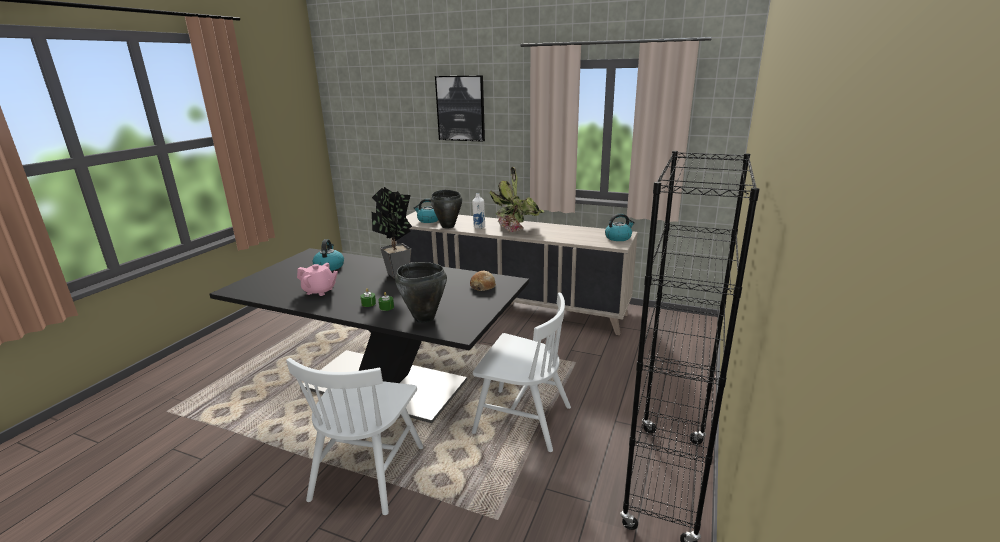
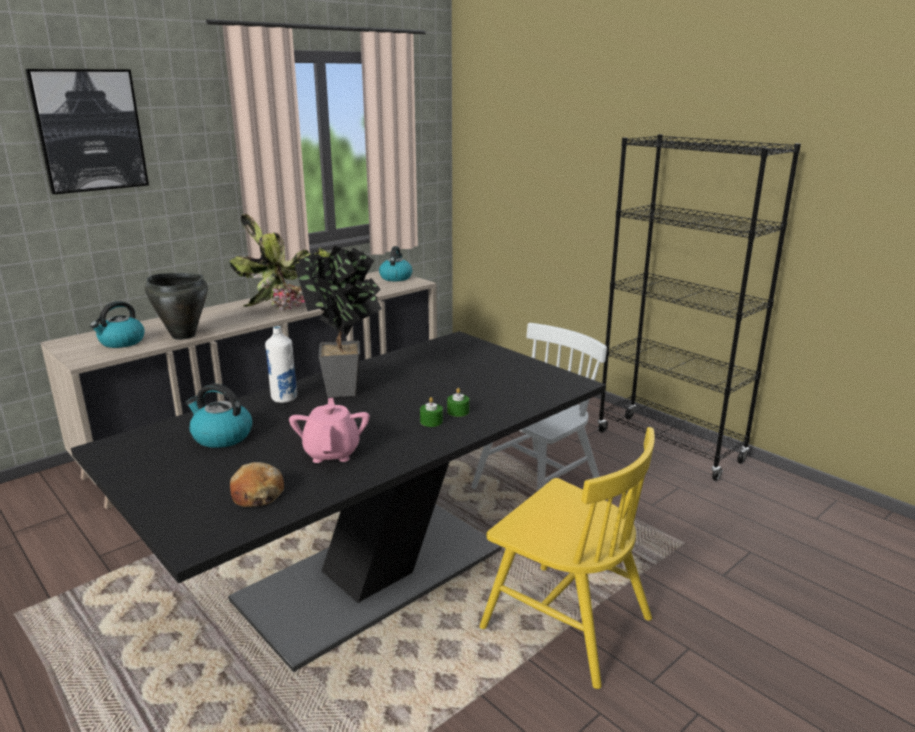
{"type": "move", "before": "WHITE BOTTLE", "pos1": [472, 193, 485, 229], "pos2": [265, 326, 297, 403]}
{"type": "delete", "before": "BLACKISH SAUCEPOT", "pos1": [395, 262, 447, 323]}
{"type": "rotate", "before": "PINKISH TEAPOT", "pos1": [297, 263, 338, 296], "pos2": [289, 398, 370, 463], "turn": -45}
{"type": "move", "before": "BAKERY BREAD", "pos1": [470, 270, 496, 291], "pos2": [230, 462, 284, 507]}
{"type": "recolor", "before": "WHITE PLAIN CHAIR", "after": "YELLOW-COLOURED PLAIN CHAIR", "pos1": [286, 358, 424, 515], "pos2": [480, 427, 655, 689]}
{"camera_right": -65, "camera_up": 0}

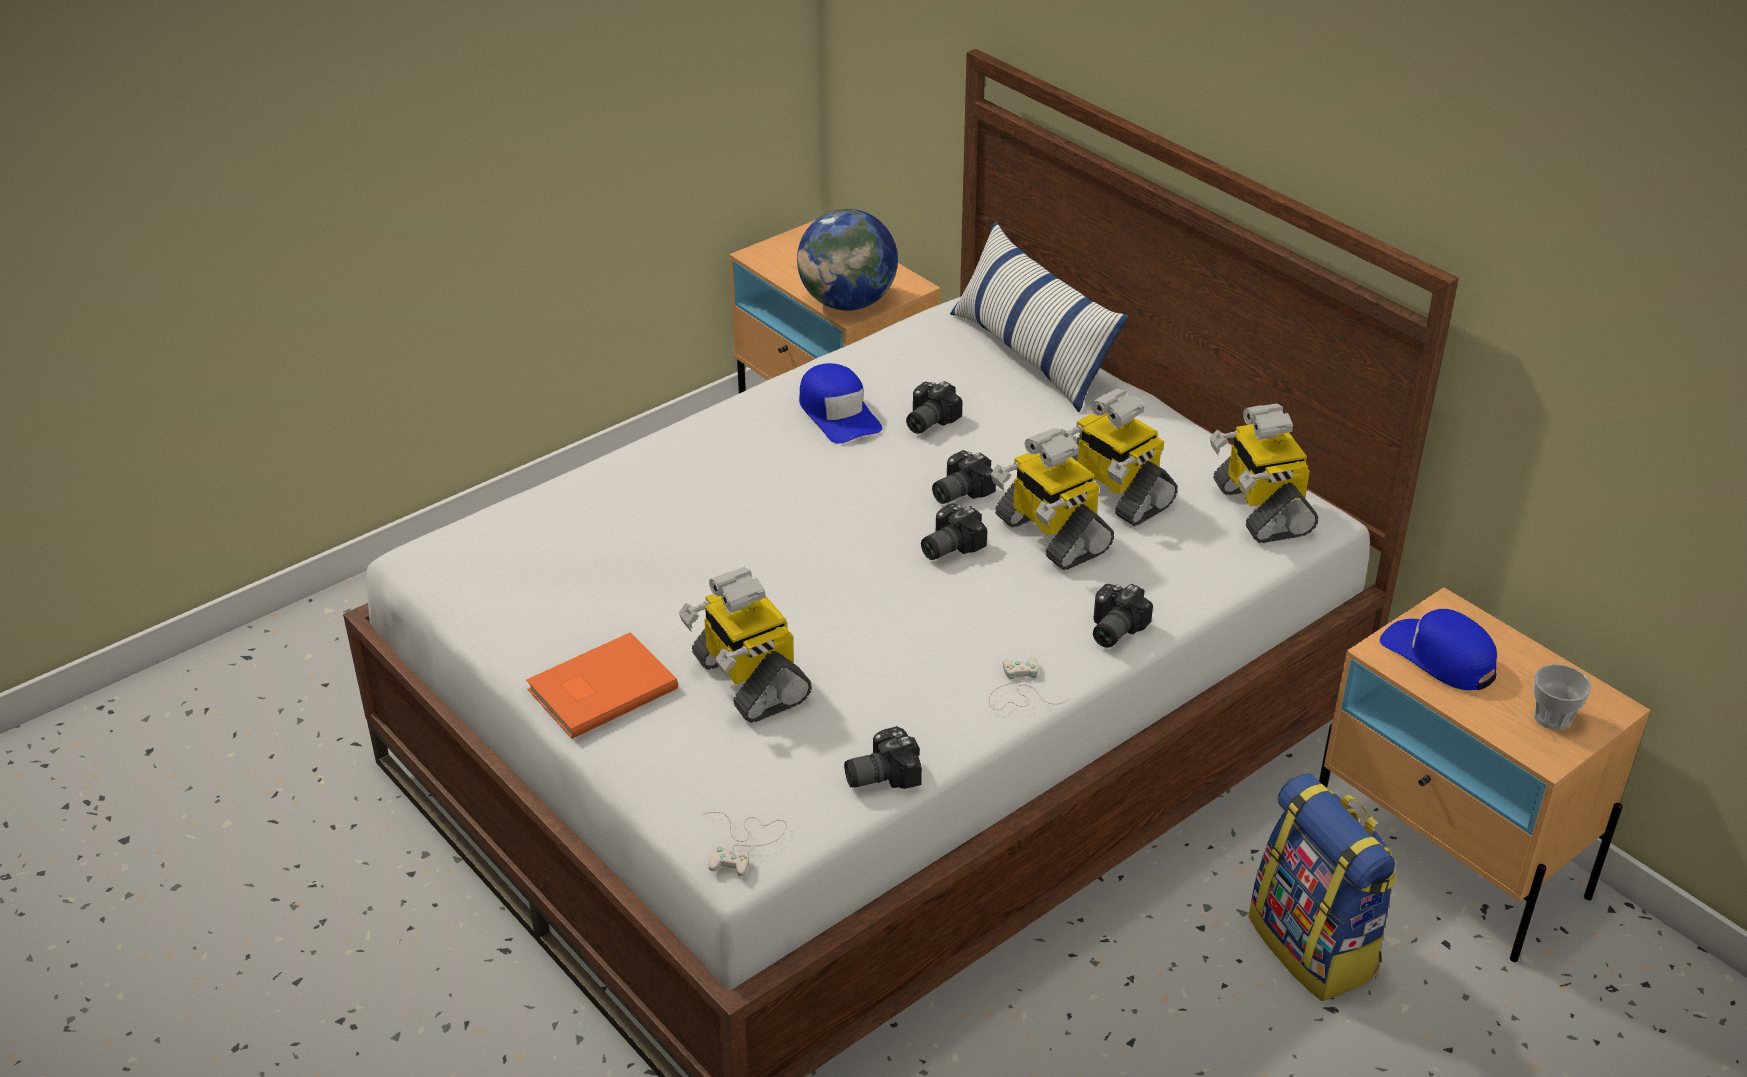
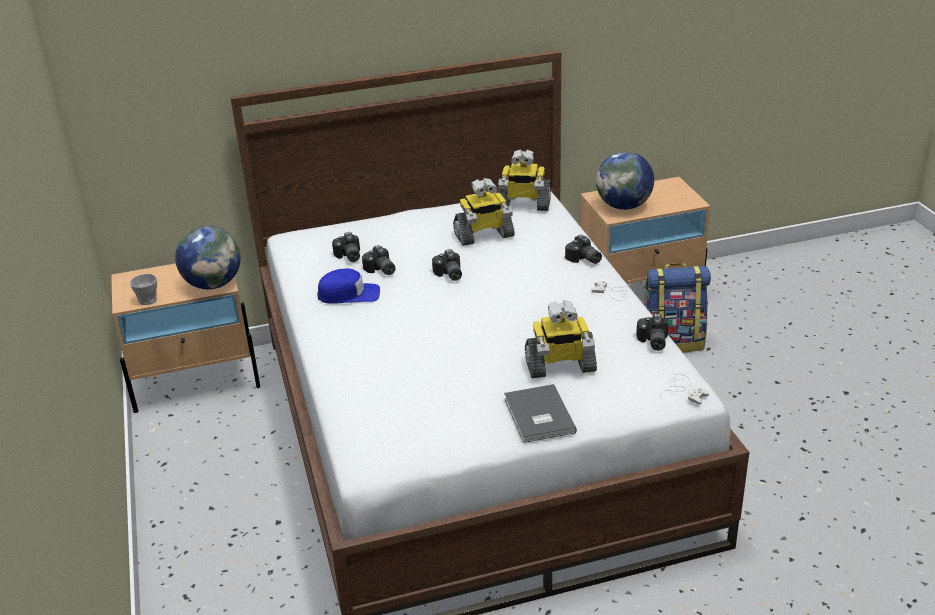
{"type": "delete", "before": "THROW PILLOW", "pos1": [950, 222, 1129, 412]}
{"type": "delete", "before": "MODEL ROBOT", "pos1": [991, 428, 1114, 570]}
{"type": "move", "before": "PHOTO CAMERA", "pos1": [921, 503, 987, 560], "pos2": [332, 232, 360, 262]}
{"type": "replace", "before": "BLUE PEAKED CAP", "after": "GLOBE", "pos1": [1380, 609, 1497, 690], "pos2": [596, 152, 654, 210]}
{"type": "recolor", "before": "ORANGE BOUND BOOK", "after": "GRAY BOUND BOOK", "pos1": [526, 632, 678, 739], "pos2": [504, 384, 577, 443]}
{"type": "move", "before": "CUP", "pos1": [1533, 664, 1592, 730], "pos2": [130, 274, 157, 305]}
{"camera_right": -65, "camera_up": -5}

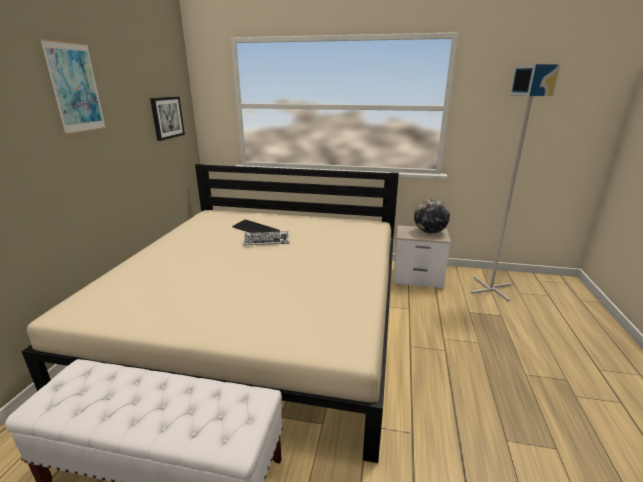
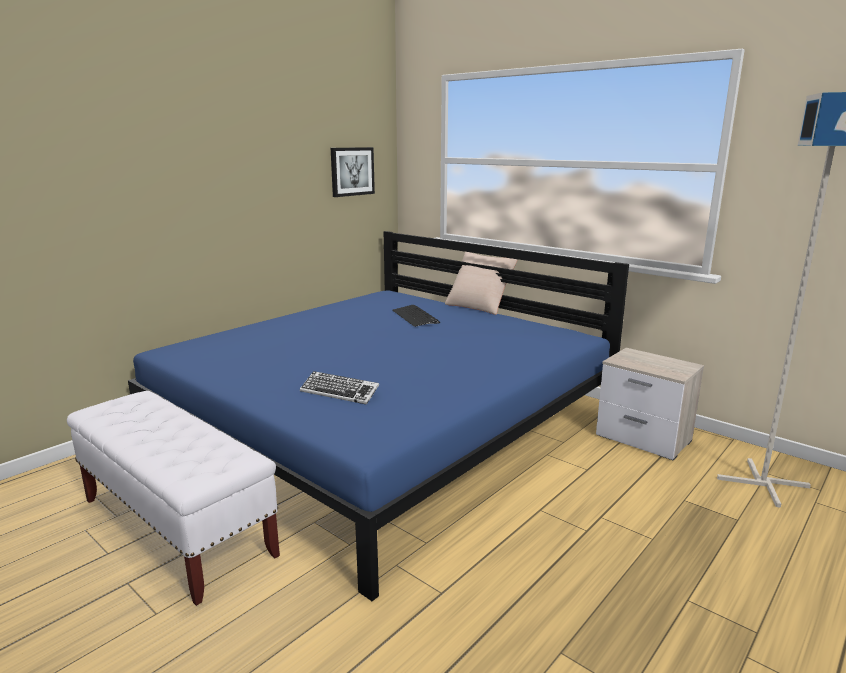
{"type": "delete", "before": "PICTURE", "pos1": [39, 38, 106, 135]}
{"type": "recolor", "before": "BEIGE-COLOURED SLEEPING BED", "after": "BLUE SLEEPING BED", "pos1": [22, 164, 399, 463], "pos2": [128, 231, 629, 601]}
{"type": "delete", "before": "GLOBE", "pos1": [414, 199, 450, 234]}
{"type": "move", "before": "COMPUTER KEYBOARD", "pos1": [244, 231, 290, 245], "pos2": [300, 371, 379, 405]}
{"type": "insert", "after": "BEIGE-COLOURED THROW PILLOW", "pos2": [445, 252, 518, 315]}
{"camera_right": 30, "camera_up": -5}

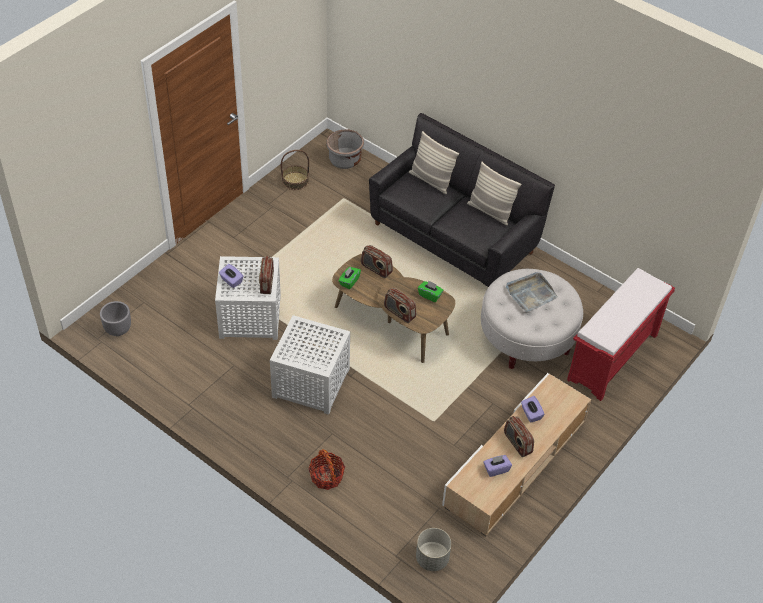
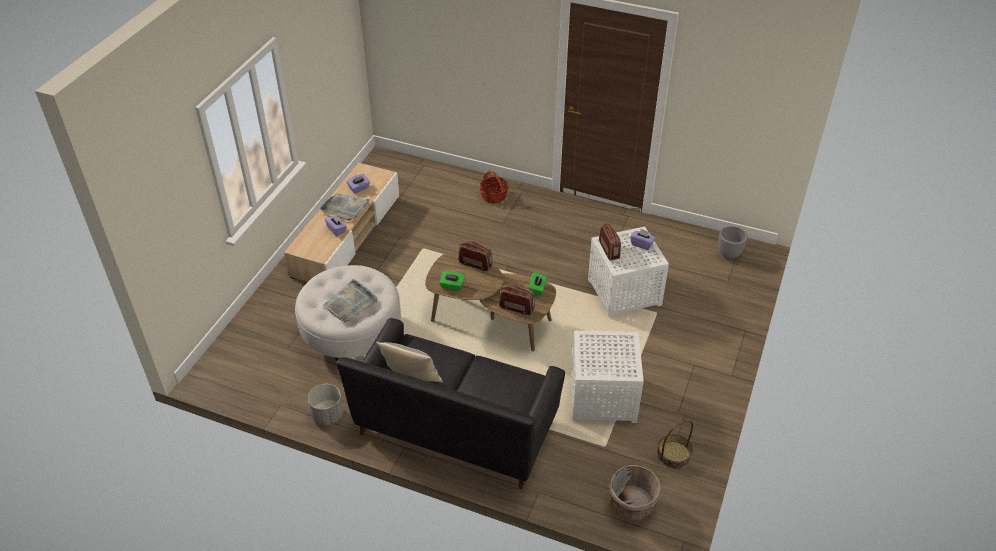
{"type": "delete", "before": "THROW PILLOW", "pos1": [409, 131, 459, 194]}
{"type": "delete", "before": "RED INDOOR BENCH", "pos1": [567, 268, 675, 401]}
{"type": "move", "before": "WHITE SIDE TABLE", "pos1": [270, 315, 350, 415], "pos2": [571, 331, 644, 423]}
{"type": "replace", "before": "RADIO SET", "after": "GRAY CARRYING TRAY", "pos1": [504, 416, 534, 457], "pos2": [320, 193, 371, 221]}
{"type": "move", "before": "GRAY PLANTER", "pos1": [416, 528, 451, 571], "pos2": [308, 384, 343, 425]}
{"camera_right": 165, "camera_up": -5}

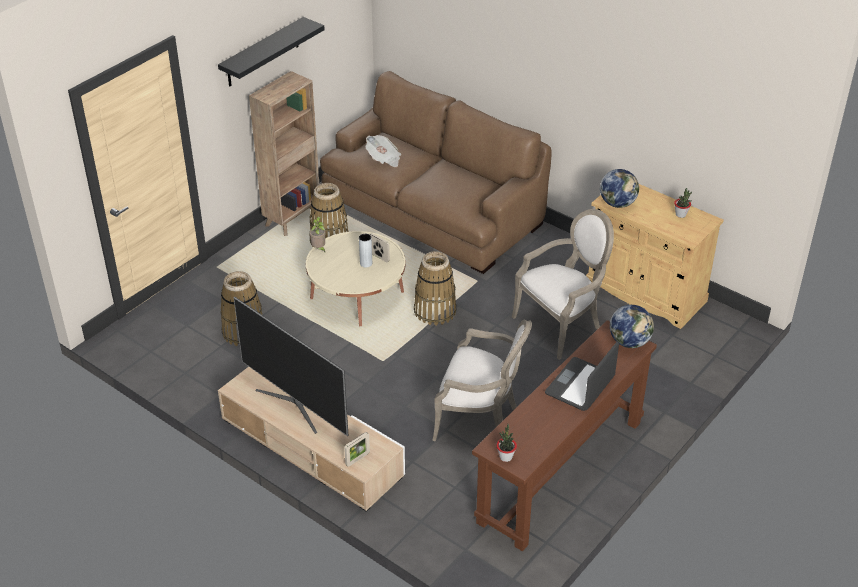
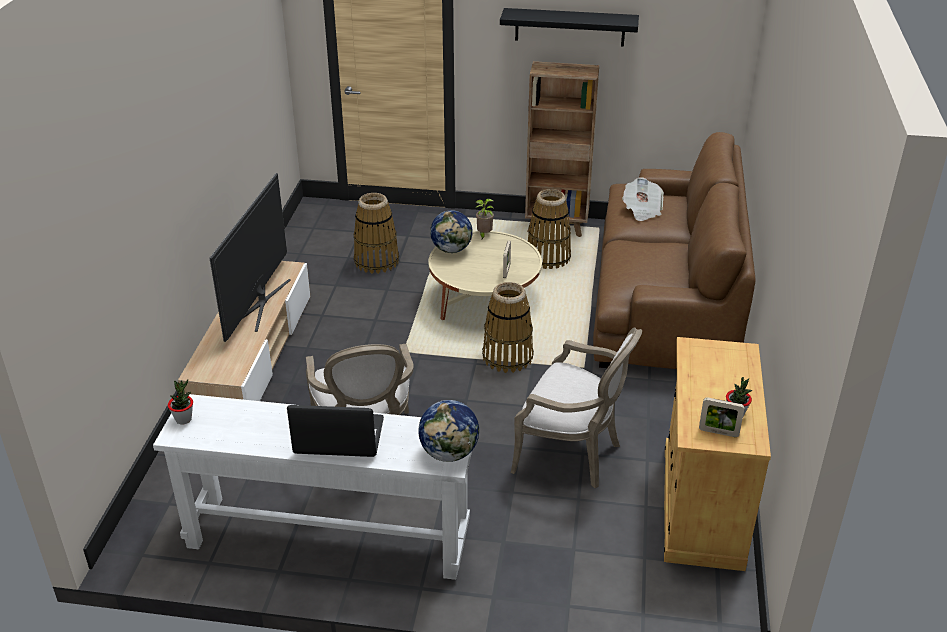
{"type": "move", "before": "GLOBE", "pos1": [600, 169, 639, 208], "pos2": [430, 210, 473, 253]}
{"type": "delete", "before": "GRAY DECORATIVE VASE", "pos1": [359, 234, 372, 268]}
{"type": "recolor", "before": "BROWN-COLOURED NARROW TABLE", "after": "WHITE NARROW TABLE", "pos1": [472, 320, 657, 551], "pos2": [153, 394, 472, 580]}
{"type": "move", "before": "PHOTO FRAME", "pos1": [344, 432, 370, 467], "pos2": [699, 397, 745, 437]}
{"camera_right": 60, "camera_up": -5}

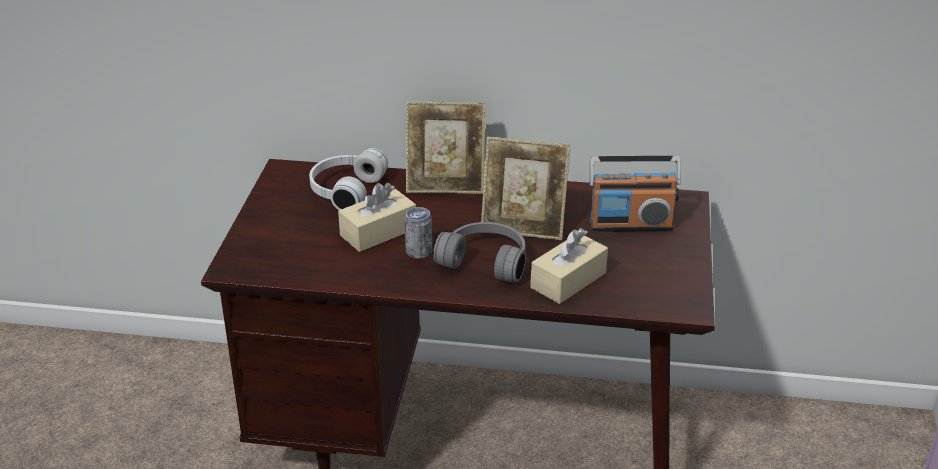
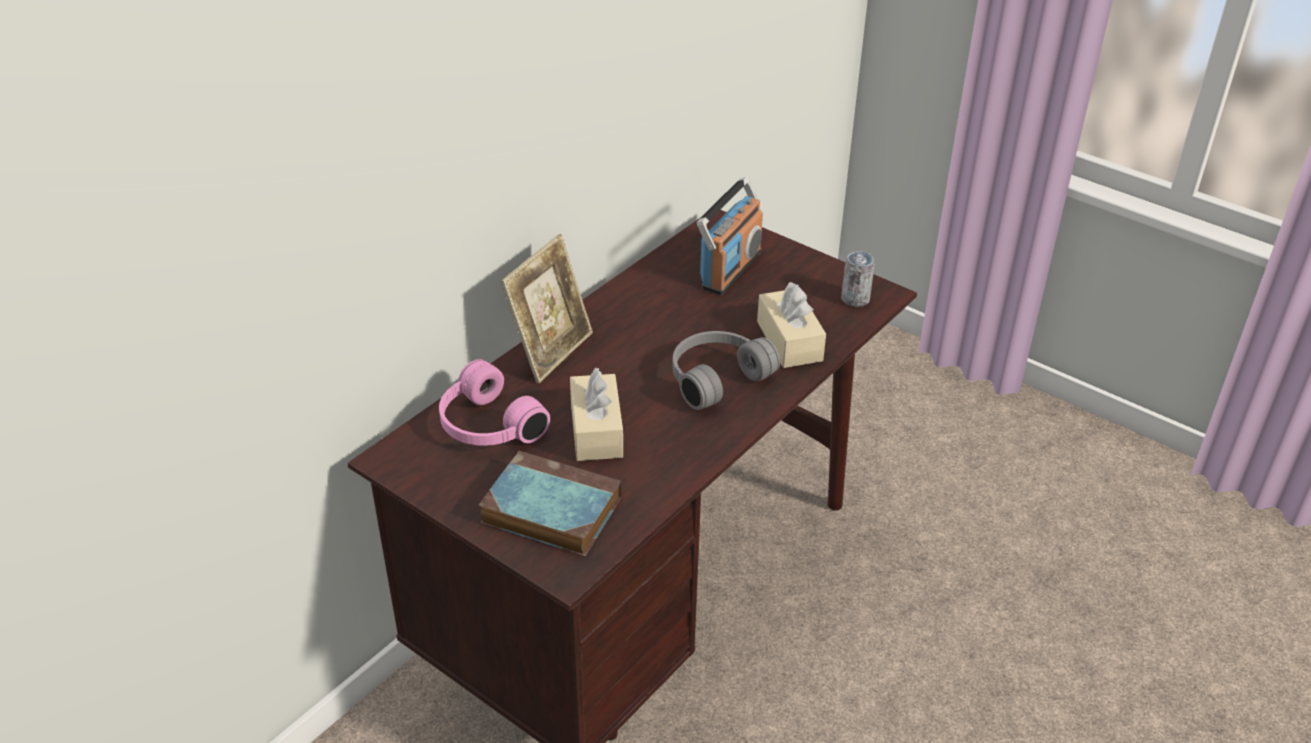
{"type": "delete", "before": "PHOTO FRAME", "pos1": [481, 137, 571, 240]}
{"type": "recolor", "before": "WHITE PAIR OF HEADPHONES", "after": "PINKISH PAIR OF HEADPHONES", "pos1": [309, 148, 388, 210], "pos2": [439, 359, 550, 446]}
{"type": "move", "before": "SEALED CAN", "pos1": [405, 207, 432, 259], "pos2": [841, 251, 875, 307]}
{"type": "insert", "after": "BOUND BOOK", "pos2": [479, 451, 622, 556]}
{"camera_right": -60, "camera_up": 5}

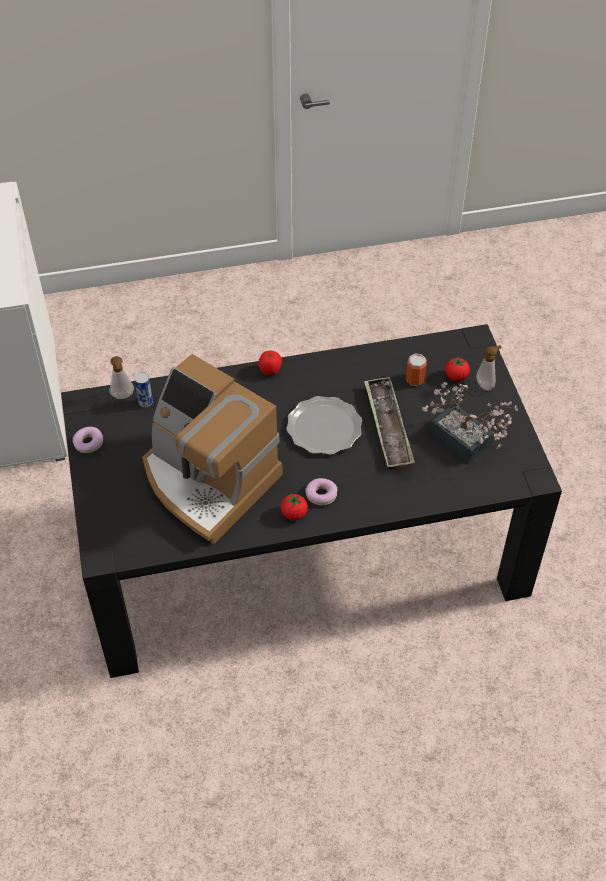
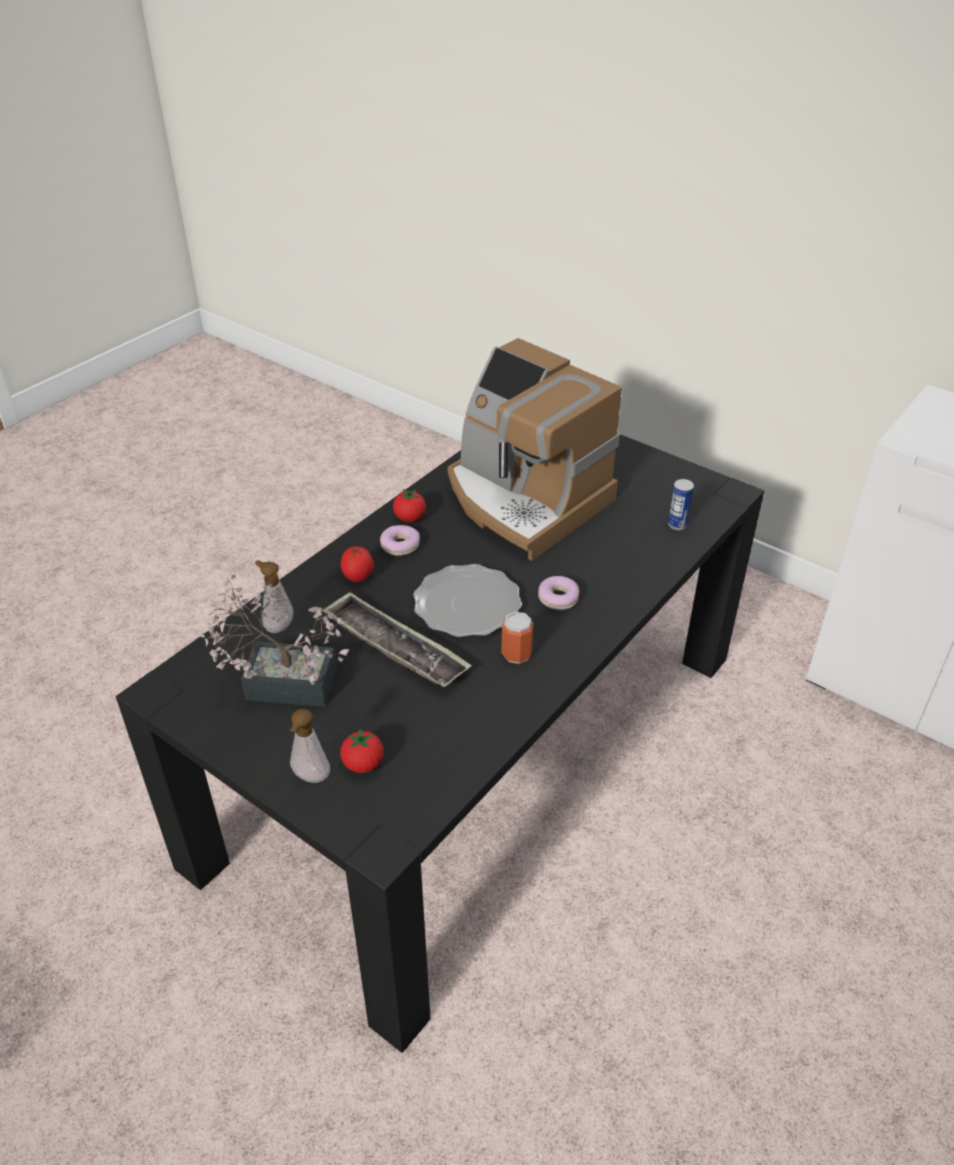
{"type": "move", "before": "WHOLE TOMATO", "pos1": [259, 351, 282, 375], "pos2": [341, 546, 374, 582]}
{"type": "rotate", "before": "COFFEE MAKER", "pos1": [142, 354, 283, 545], "pos2": [448, 338, 622, 561], "turn": -135}
{"type": "move", "before": "SEALED CAN", "pos1": [406, 354, 427, 386], "pos2": [501, 612, 533, 664]}
{"type": "move", "before": "SOAP DISPENSER", "pos1": [110, 356, 134, 399], "pos2": [255, 560, 293, 633]}
{"type": "move", "before": "DONUT", "pos1": [73, 427, 103, 453], "pos2": [538, 576, 579, 610]}
{"camera_right": 140, "camera_up": -10}

